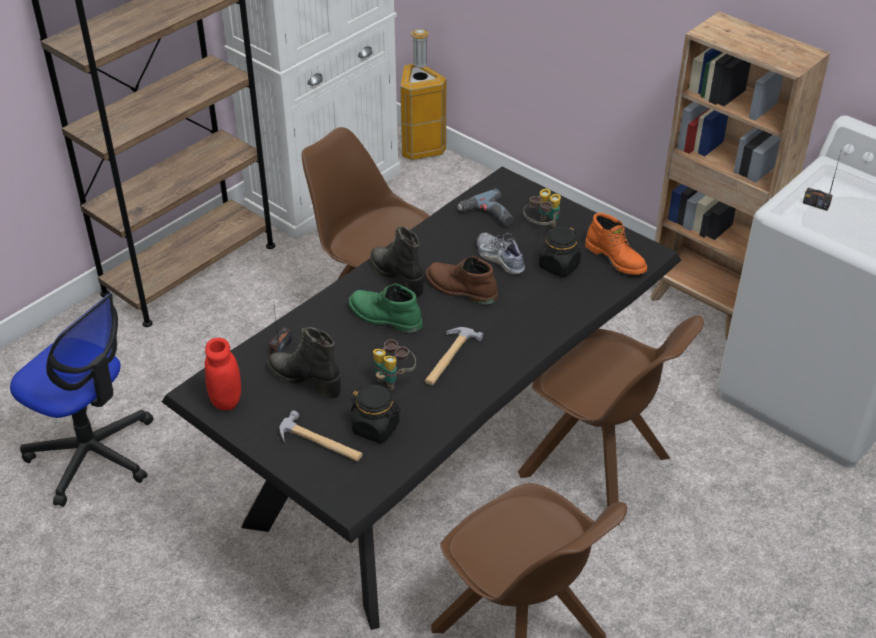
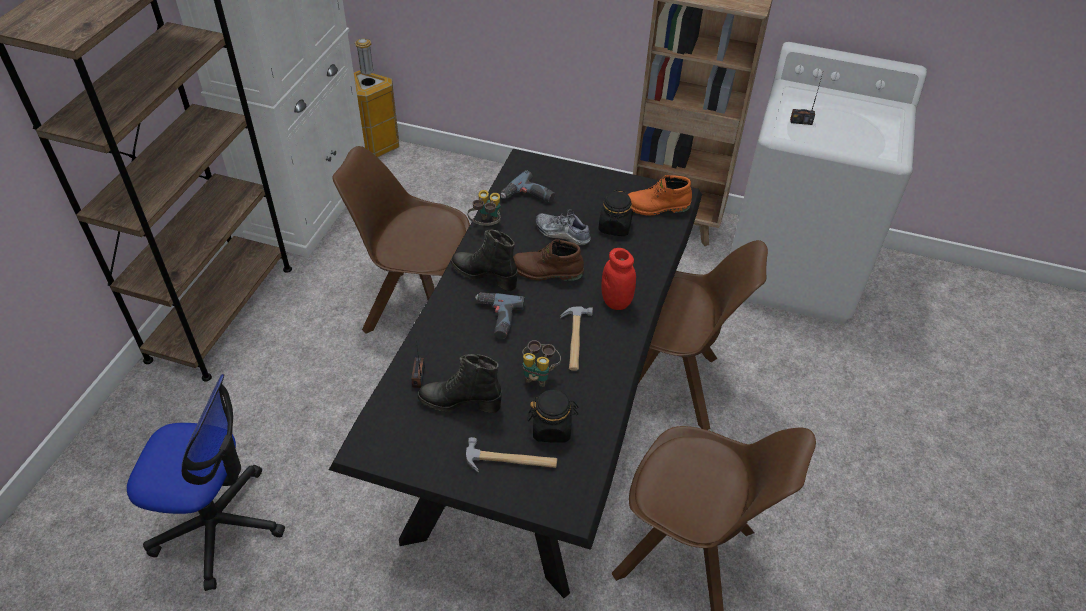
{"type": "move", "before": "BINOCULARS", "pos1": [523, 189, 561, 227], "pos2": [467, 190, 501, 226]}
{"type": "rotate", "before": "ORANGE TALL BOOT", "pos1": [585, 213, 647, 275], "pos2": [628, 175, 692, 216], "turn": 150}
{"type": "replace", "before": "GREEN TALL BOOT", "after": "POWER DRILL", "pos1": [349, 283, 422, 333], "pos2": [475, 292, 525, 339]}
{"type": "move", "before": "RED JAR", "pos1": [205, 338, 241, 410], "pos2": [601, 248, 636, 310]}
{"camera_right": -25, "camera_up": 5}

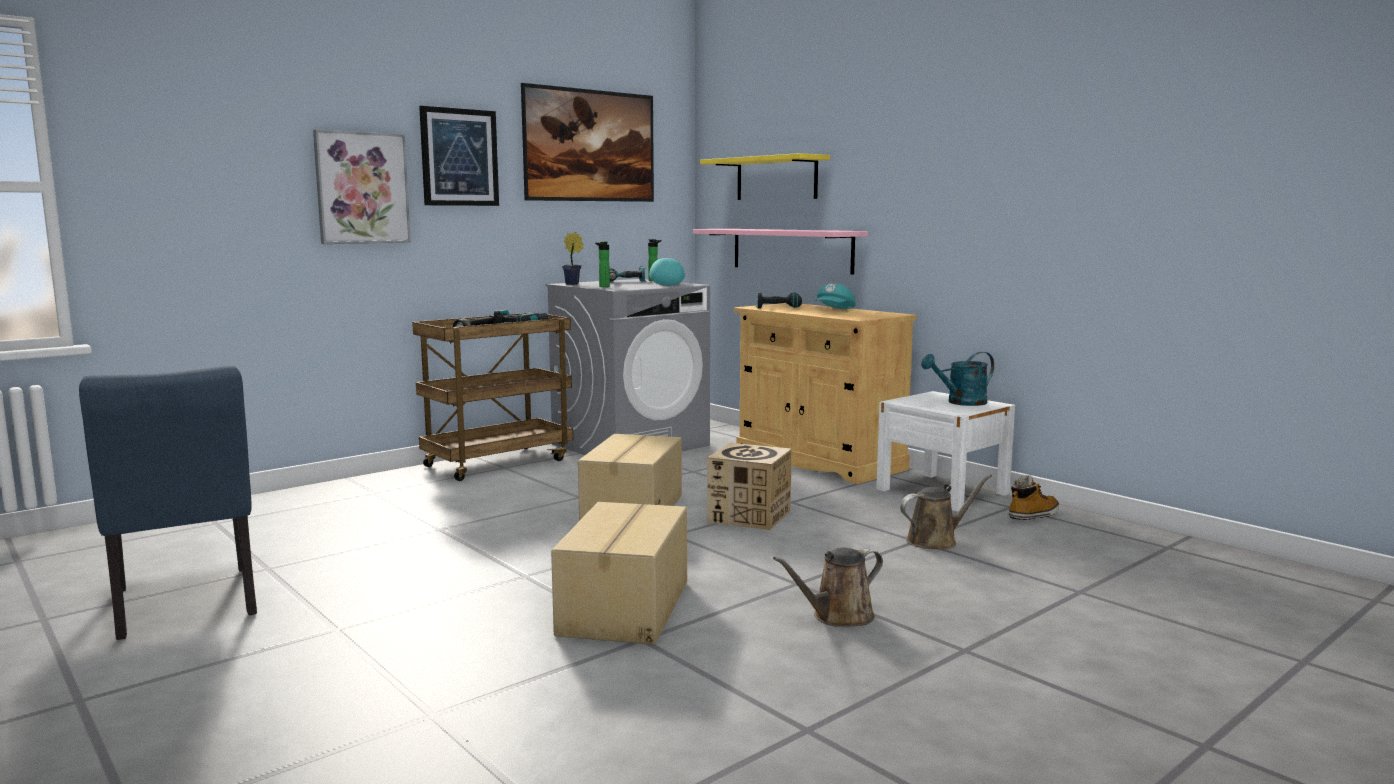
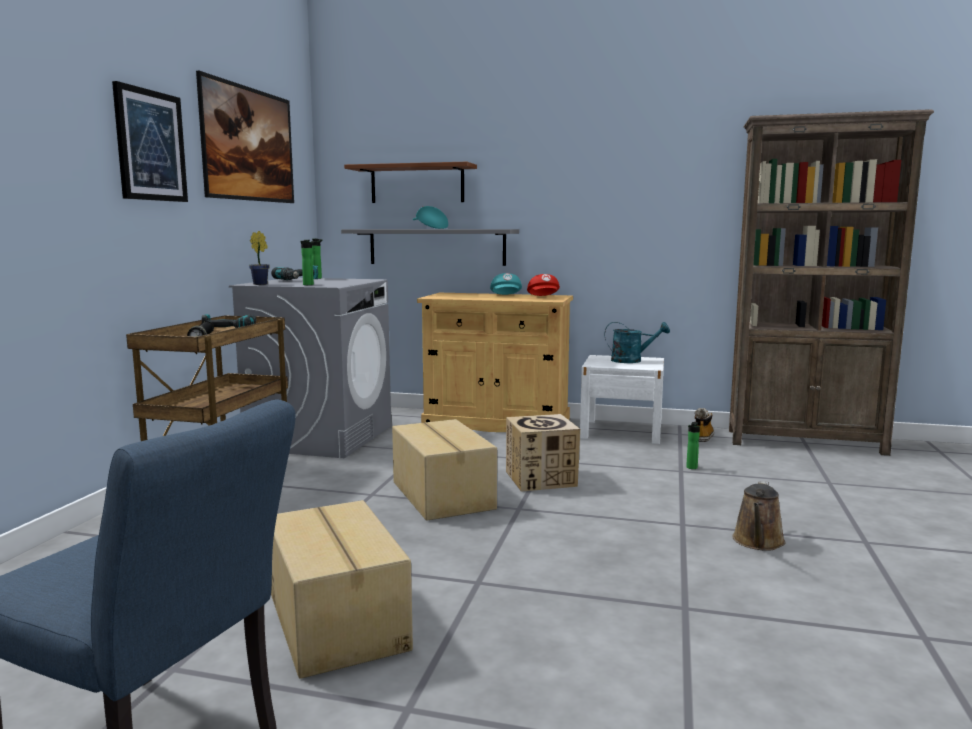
{"type": "delete", "before": "PICTURE", "pos1": [313, 130, 411, 244]}
{"type": "recolor", "before": "YELLOW-COLOURED BRACKET SHELF", "after": "BROWN-COLOURED BRACKET SHELF", "pos1": [700, 153, 830, 200], "pos2": [344, 162, 477, 203]}
{"type": "recolor", "before": "PINKISH BRACKET SHELF", "after": "GRAY BRACKET SHELF", "pos1": [693, 229, 868, 275], "pos2": [341, 229, 519, 266]}
{"type": "move", "before": "TURQUOISE-COLOURED PEAKED CAP", "pos1": [649, 258, 685, 286], "pos2": [413, 206, 448, 229]}
{"type": "delete", "before": "POWER DRILL", "pos1": [756, 292, 802, 309]}
{"type": "rotate", "before": "TURQUOISE-COLOURED WATERING CAN", "pos1": [921, 352, 994, 406], "pos2": [604, 322, 670, 363], "turn": -120}
{"type": "replace", "before": "BROWN-COLOURED WATERING CAN", "after": "BOTTLE", "pos1": [900, 474, 992, 550], "pos2": [686, 422, 700, 469]}
{"type": "move", "before": "CARDBOARD BOX", "pos1": [551, 502, 687, 644], "pos2": [271, 500, 413, 679]}
{"type": "insert", "after": "BROWN-COLOURED SHELVING UNIT", "pos2": [729, 109, 934, 456]}
{"type": "insert", "after": "RED PEAKED CAP", "pos2": [527, 274, 560, 296]}
{"camera_right": -35, "camera_up": 0}

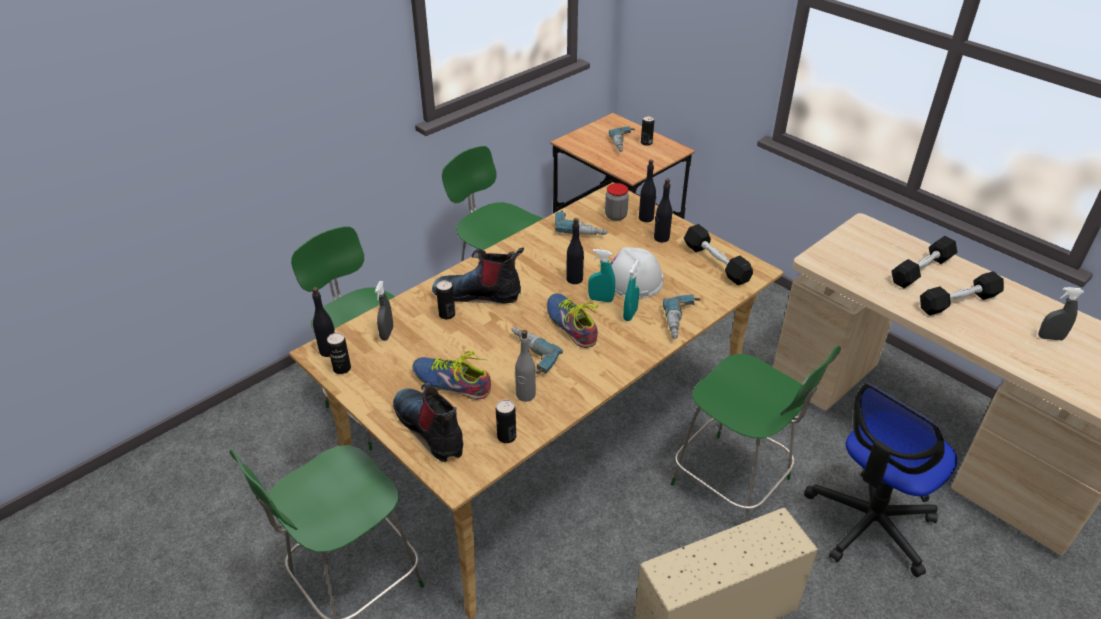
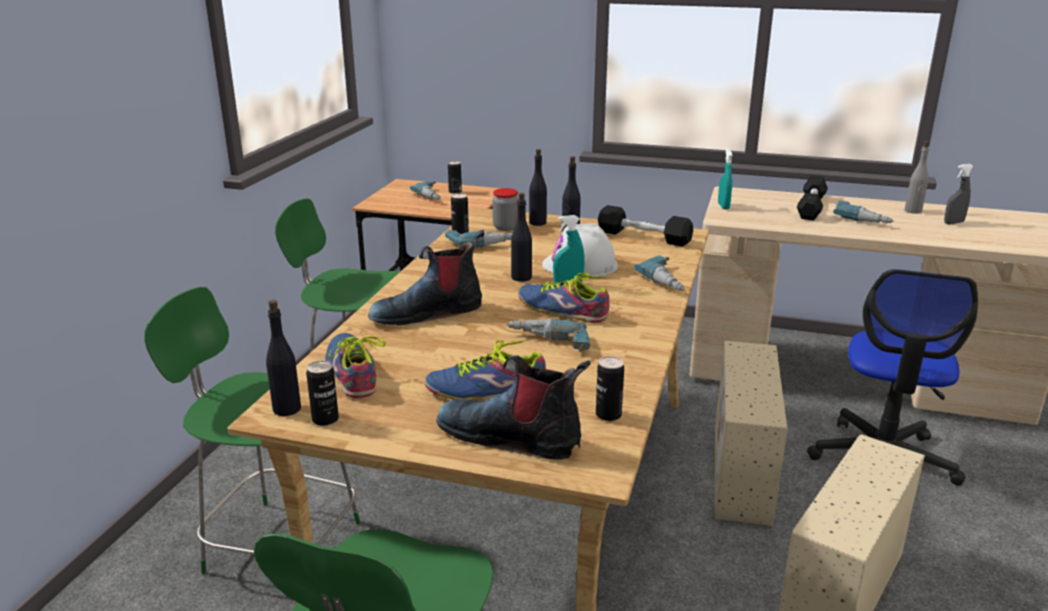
{"type": "move", "before": "TURQUOISE-COLOURED SPRAY BOTTLE", "pos1": [623, 260, 639, 321], "pos2": [718, 148, 733, 210]}
{"type": "replace", "before": "BLACKISH DUMBBELL", "after": "POWER DRILL", "pos1": [920, 271, 1004, 316], "pos2": [833, 201, 894, 223]}
{"type": "move", "before": "SEALED CAN", "pos1": [436, 280, 455, 319], "pos2": [451, 193, 469, 234]}
{"type": "replace", "before": "GRAY SPRAY BOTTLE", "after": "ITEM OF FOOTWEAR", "pos1": [375, 281, 393, 341], "pos2": [325, 333, 386, 398]}
{"type": "move", "before": "GRAY BOTTLE", "pos1": [515, 330, 536, 402], "pos2": [905, 141, 930, 214]}
{"type": "replace", "before": "GREEN PLAIN CHAIR", "after": "BEIGE-COLOURED STORAGE BIN", "pos1": [671, 345, 841, 523], "pos2": [714, 341, 788, 526]}
{"camera_right": -30, "camera_up": -15}

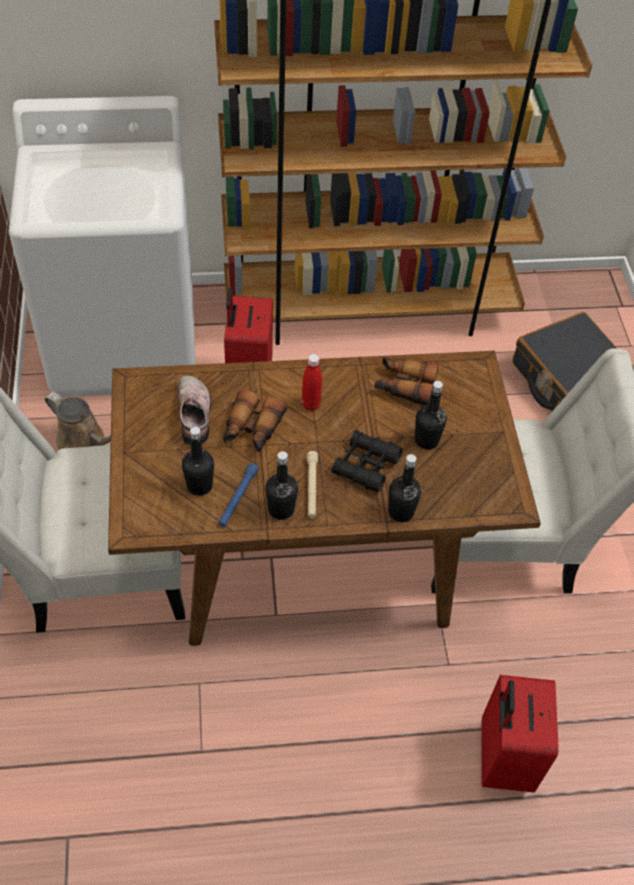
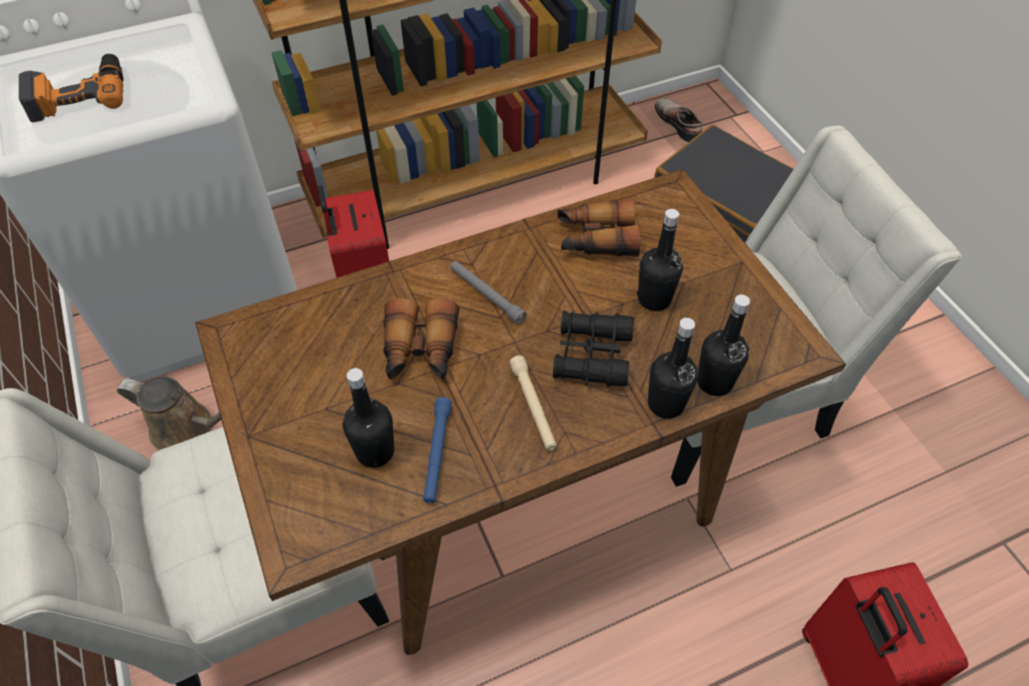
{"type": "replace", "before": "RED BOTTLE", "after": "GRAY HAND TORCH", "pos1": [302, 354, 322, 411], "pos2": [450, 261, 527, 324]}
{"type": "move", "before": "ITEM OF FOOTWEAR", "pos1": [177, 376, 211, 445], "pos2": [655, 99, 703, 142]}
{"type": "move", "before": "BLACKISH BOTTLE", "pos1": [265, 451, 298, 520], "pos2": [697, 295, 750, 396]}
{"type": "insert", "after": "POWER DRILL", "pos2": [19, 54, 123, 122]}
{"camera_right": -15, "camera_up": 0}

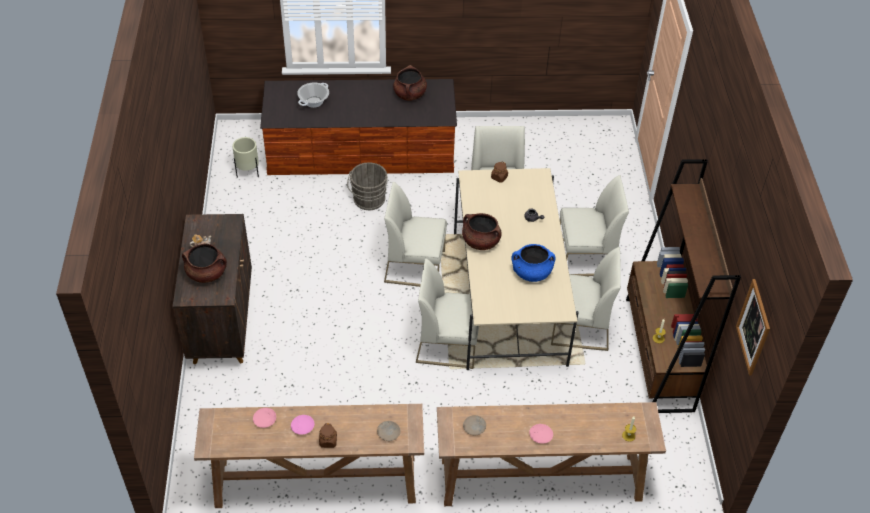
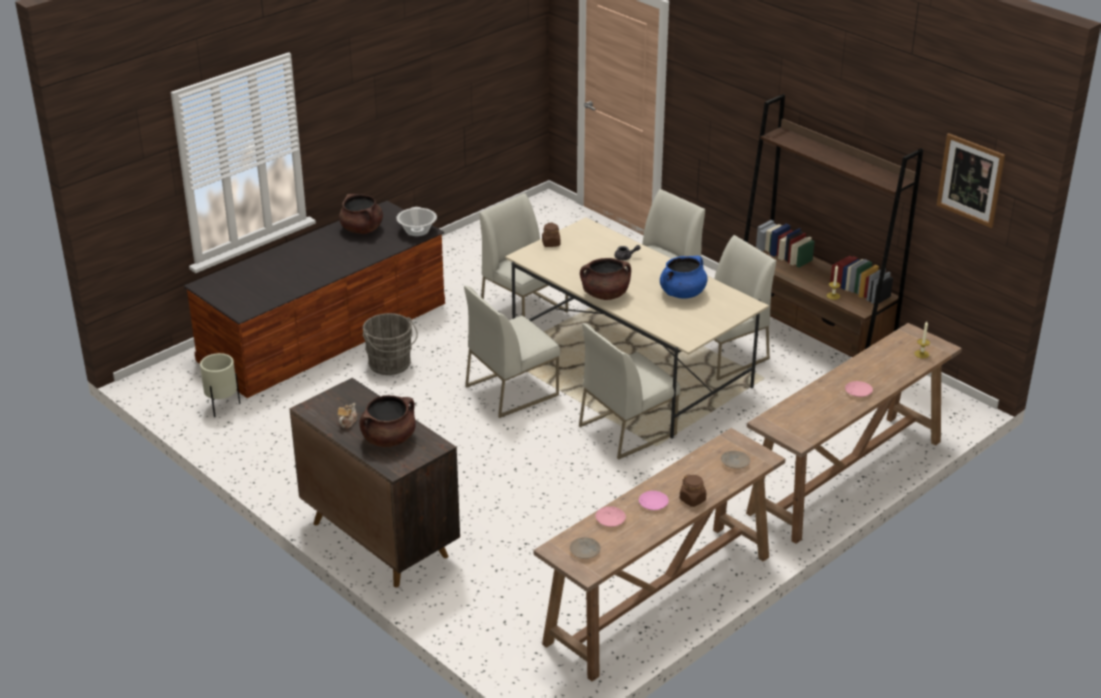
{"type": "move", "before": "SAUCEPOT", "pos1": [297, 82, 329, 108], "pos2": [396, 207, 437, 236]}
{"type": "move", "before": "BEIGE-COLOURED PLATE", "pos1": [463, 415, 486, 435], "pos2": [570, 537, 601, 559]}
{"camera_right": -40, "camera_up": -15}

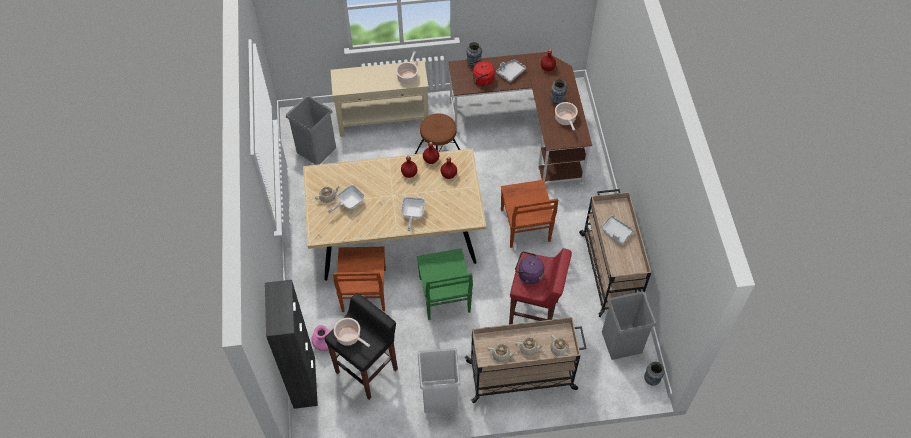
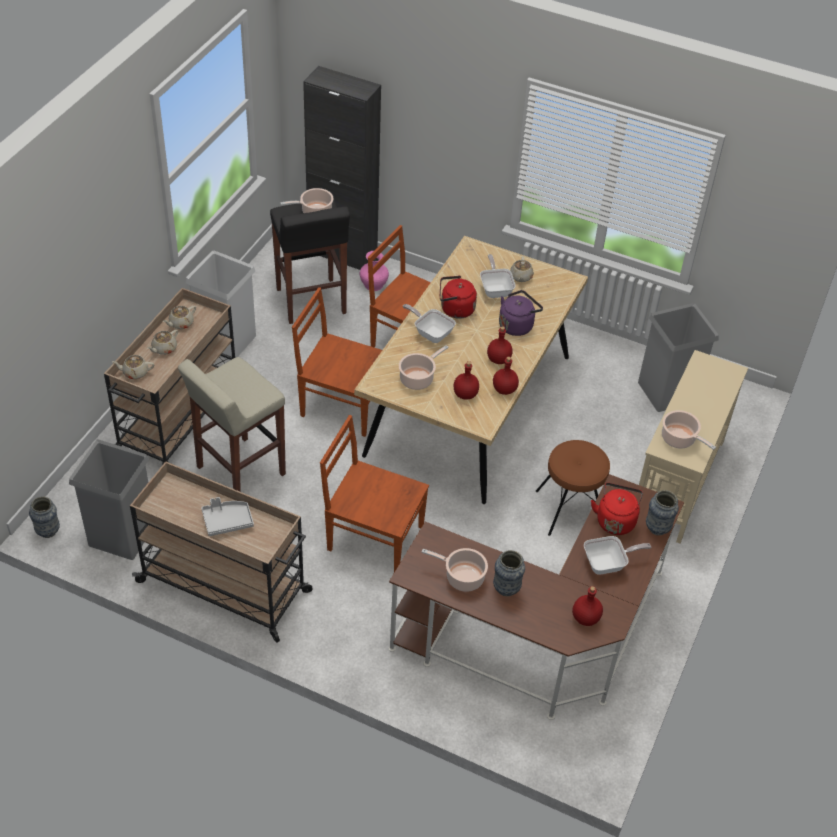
{"type": "replace", "before": "GRAY CARRYING TRAY", "after": "FRYING PAN", "pos1": [496, 59, 526, 82], "pos2": [584, 536, 651, 575]}
{"type": "recolor", "before": "GREEN PLAIN CHAIR", "after": "BROWN-COLOURED PLAIN CHAIR", "pos1": [417, 248, 473, 320], "pos2": [292, 287, 382, 437]}
{"type": "recolor", "before": "RED STOOL", "after": "BEIGE-COLOURED STOOL", "pos1": [509, 248, 572, 325], "pos2": [178, 357, 286, 492]}
{"type": "move", "before": "PURPLISH TEA KETTLE", "pos1": [515, 251, 544, 284], "pos2": [499, 290, 543, 336]}
{"type": "insert", "after": "RED TEA KETTLE", "pos2": [440, 276, 477, 319]}
{"type": "insert", "after": "SAUCEPOT", "pos2": [399, 345, 449, 390]}
{"camera_right": 120, "camera_up": -10}

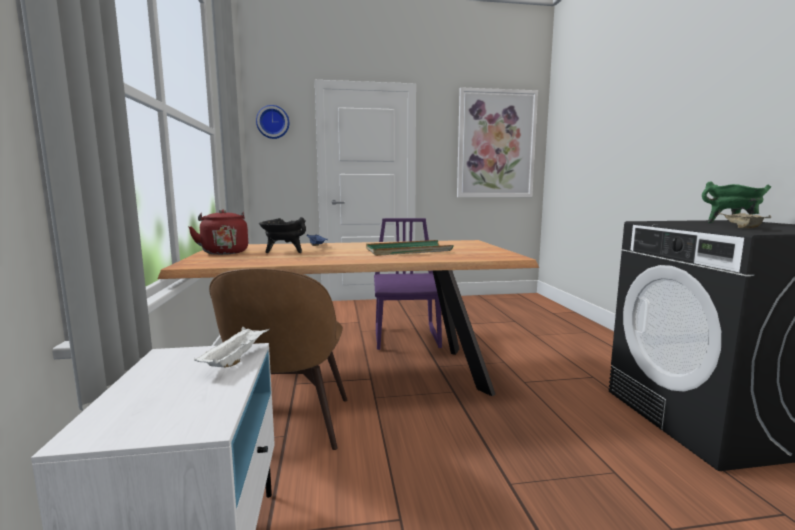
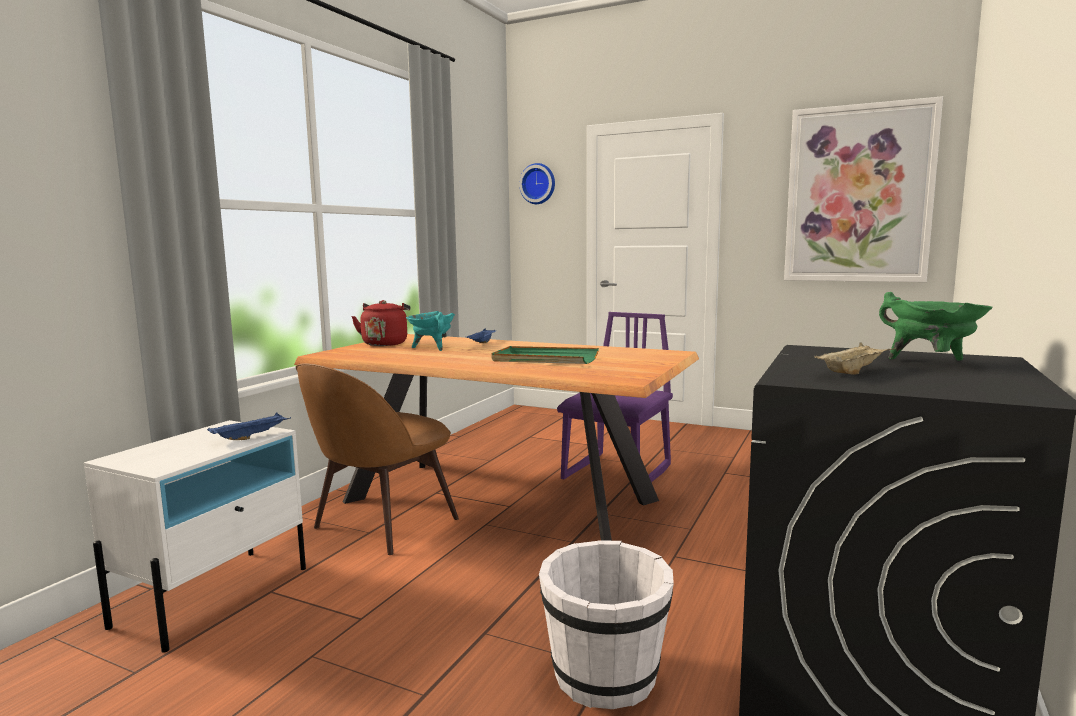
{"type": "recolor", "before": "BLACKISH SAUCEPOT", "after": "TURQUOISE-COLOURED SAUCEPOT", "pos1": [259, 217, 306, 253], "pos2": [406, 311, 455, 351]}
{"type": "recolor", "before": "WHITE CARRYING TRAY", "after": "BLUE CARRYING TRAY", "pos1": [194, 327, 270, 367], "pos2": [207, 413, 291, 440]}
{"type": "insert", "after": "WHITE BUCKET", "pos2": [539, 540, 674, 709]}
{"camera_right": 35, "camera_up": 0}

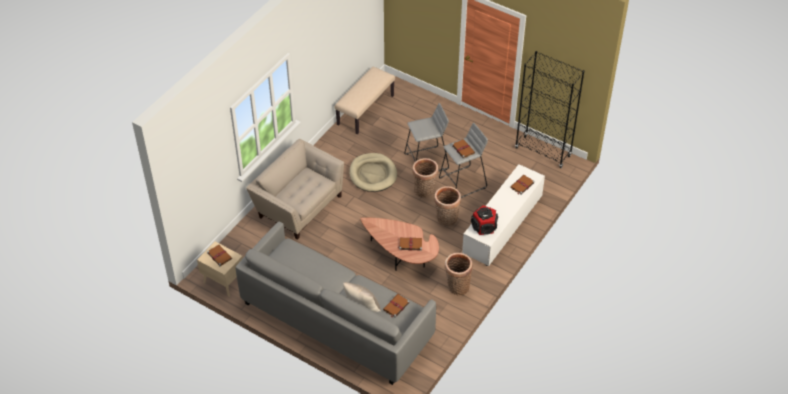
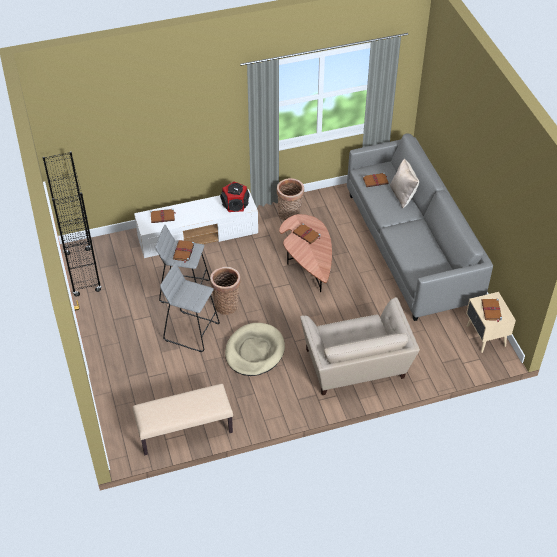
{"type": "delete", "before": "HOUSEHOLD BASKET", "pos1": [434, 186, 461, 226]}
{"camera_right": -140, "camera_up": 0}

